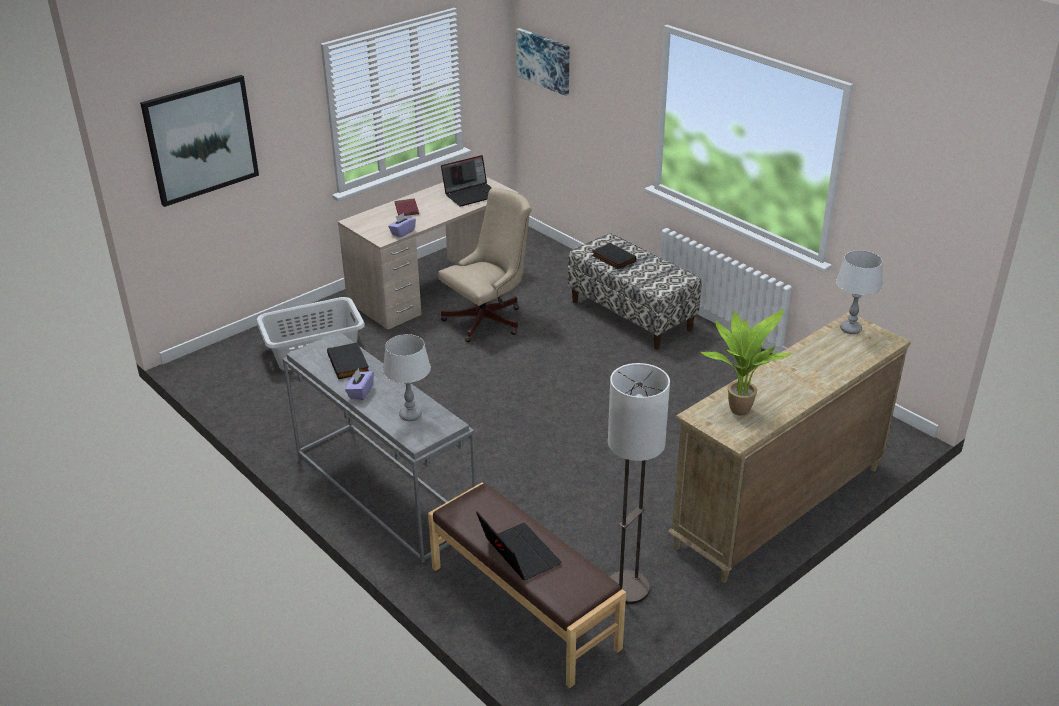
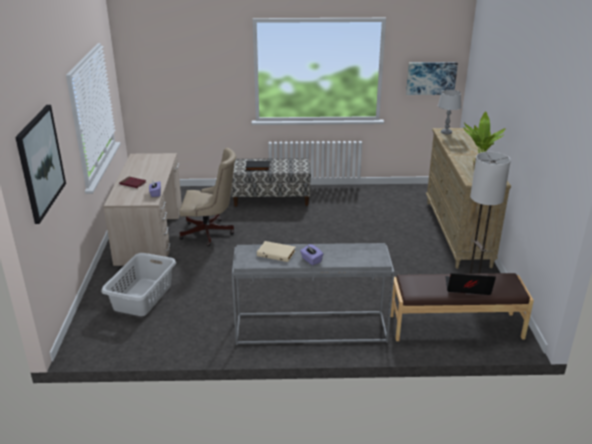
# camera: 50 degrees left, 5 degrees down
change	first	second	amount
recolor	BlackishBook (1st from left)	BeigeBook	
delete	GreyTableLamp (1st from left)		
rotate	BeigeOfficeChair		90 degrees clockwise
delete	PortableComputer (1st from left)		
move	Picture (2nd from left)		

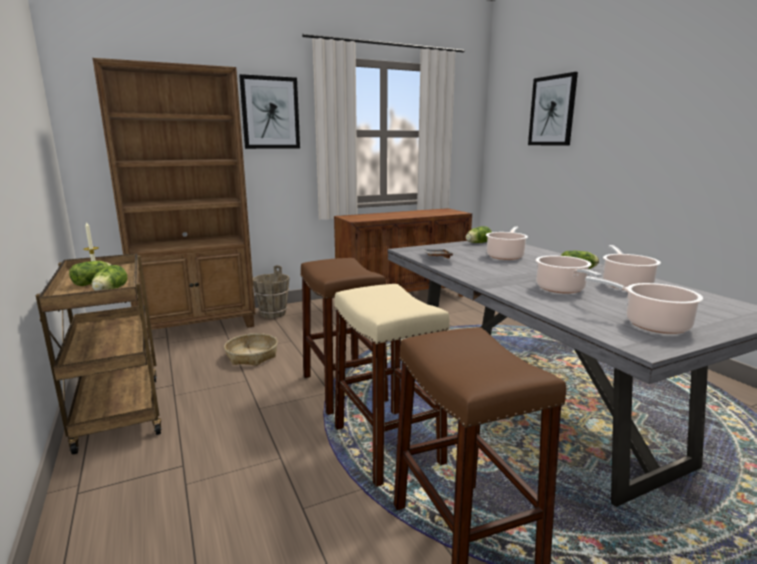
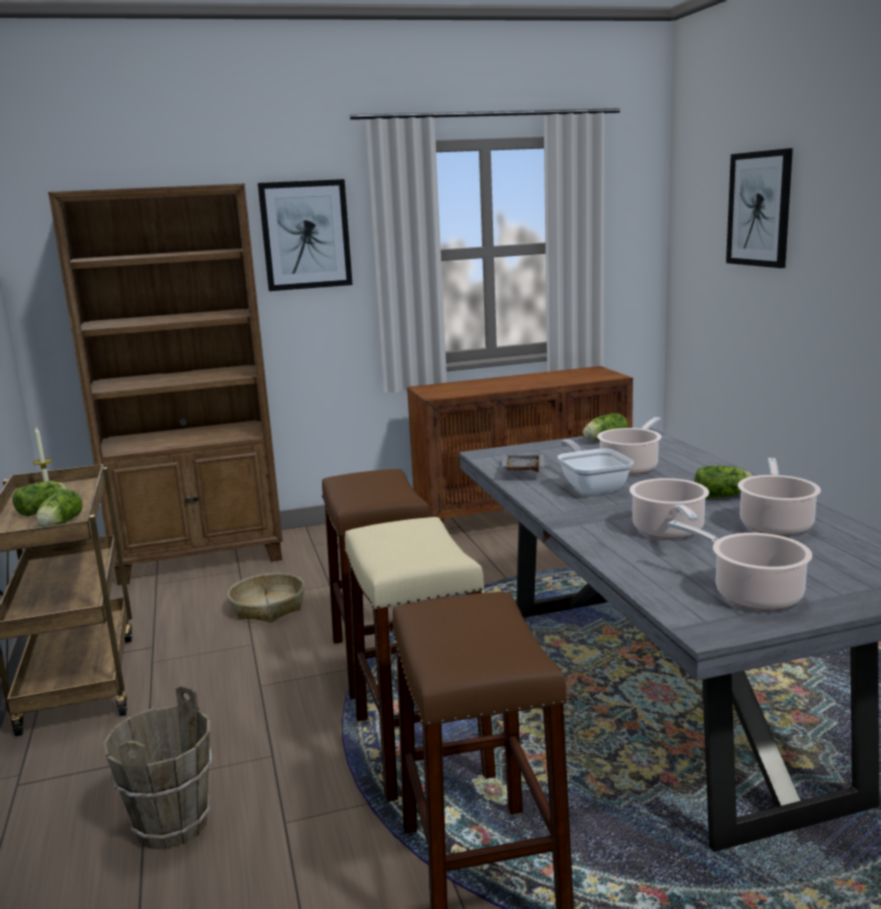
# camera: 10 degrees right, 0 degrees up
change	first	second	amount
move	BrownishPail		
insert		Pan	

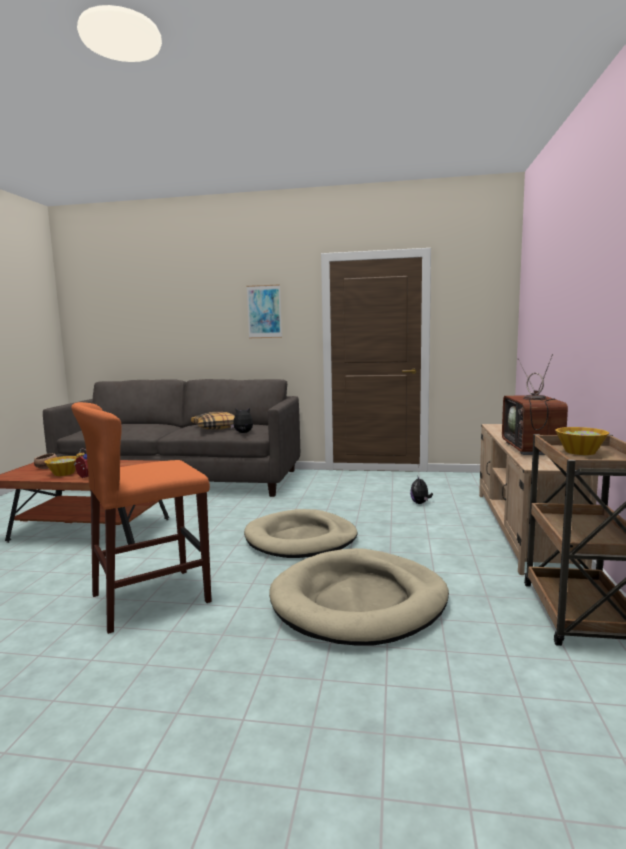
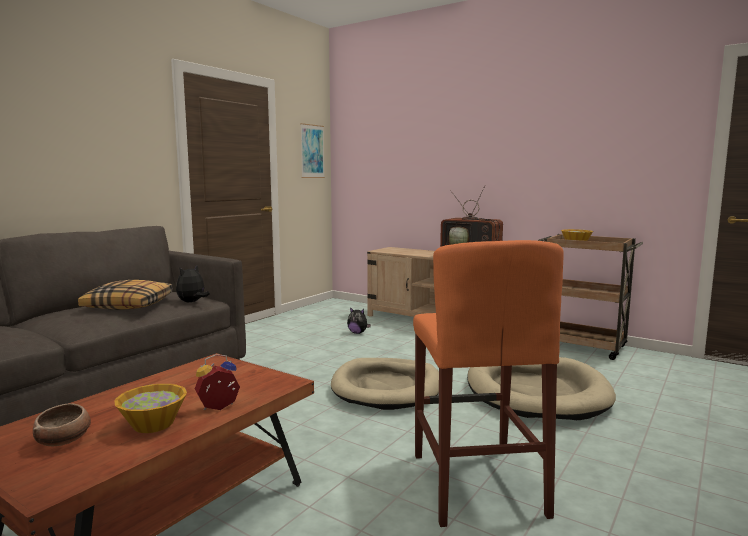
# camera: 65 degrees left, 0 degrees up
change	first	second	amount
move	Picture		

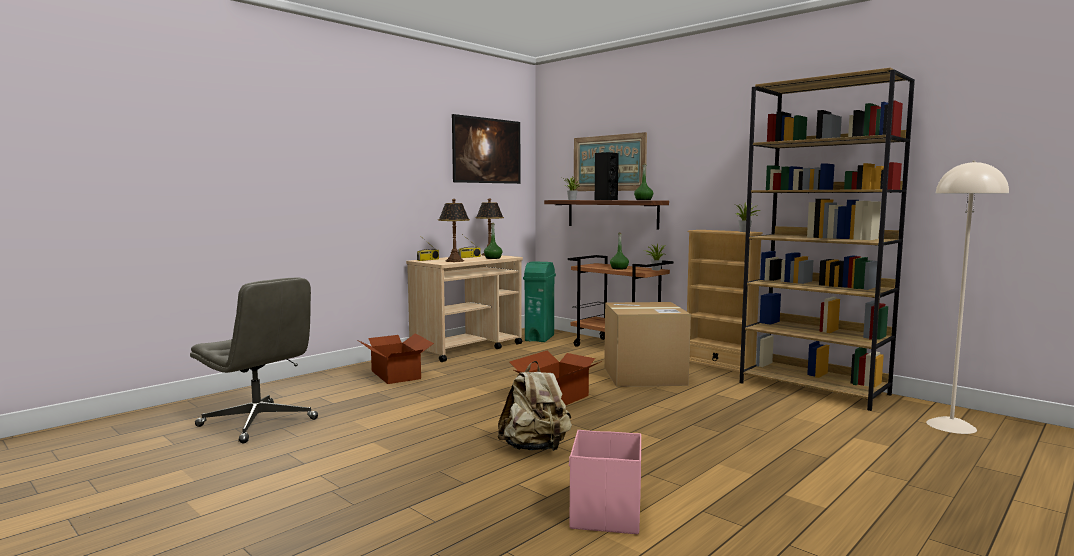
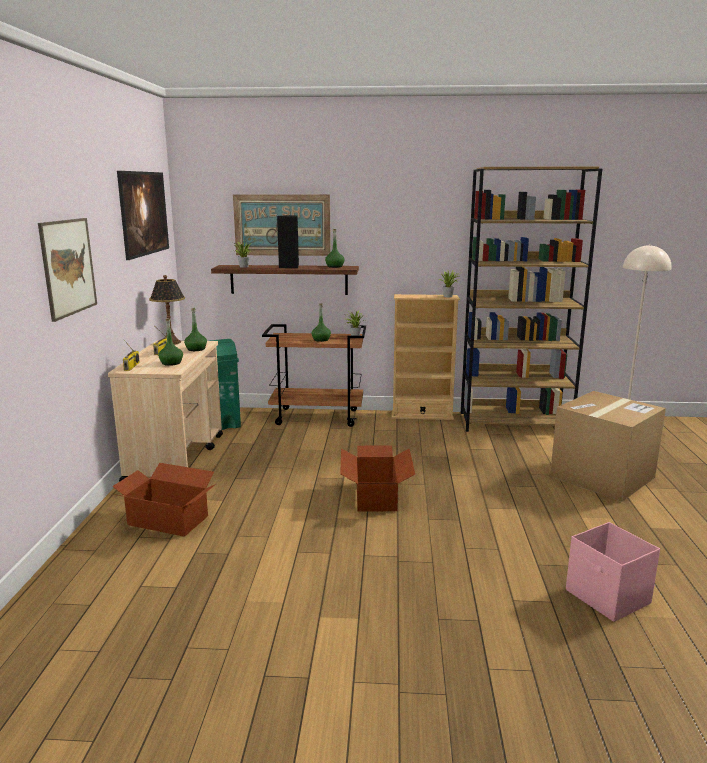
# camera: 40 degrees left, 10 degrees up
change	first	second	amount
delete	GreyOfficeChair		
replace	TableLamp (1st from left)	GreenColouredDrinkBottle (1st from left)	
delete	BeigeKnapsack		
move	PackingBox (3rd from left)		
insert		Picture (1st from left)	

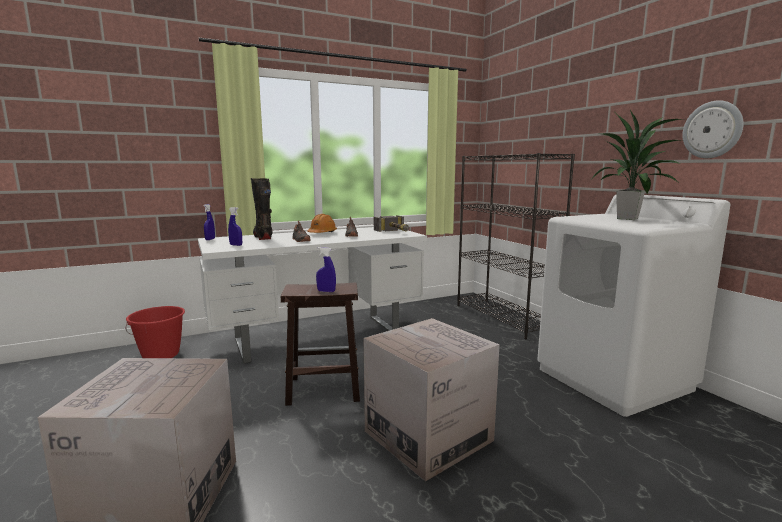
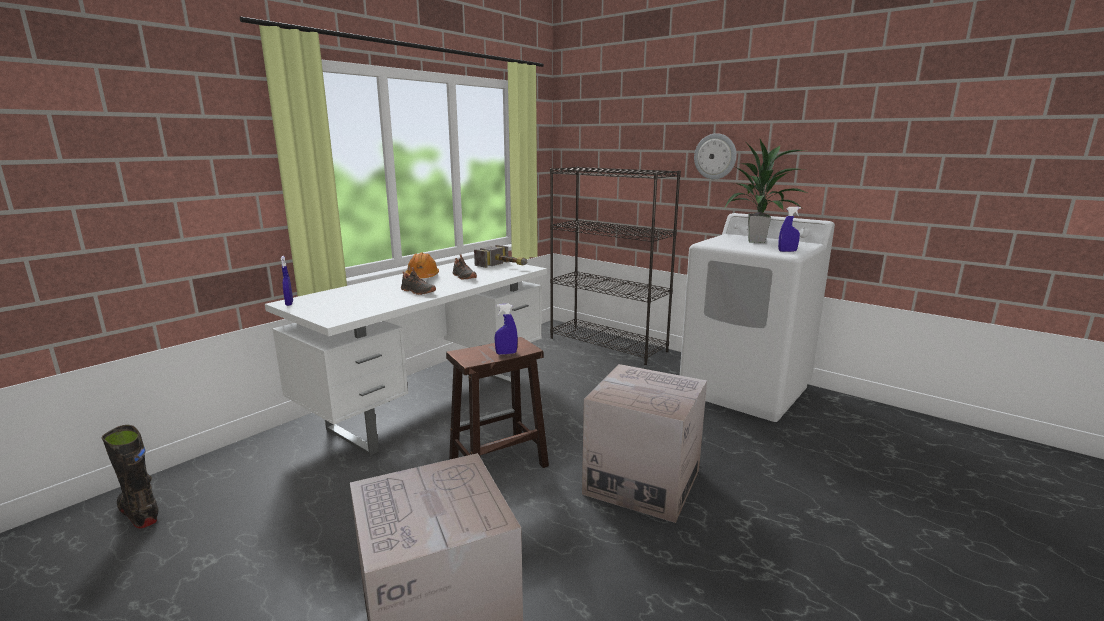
# camera: 25 degrees left, 5 degrees up
change	first	second	amount
delete	ReddishPail		
move	BlueColouredHandSprayer (2nd from left in the first image)	BlueColouredHandSprayer (3rd from left)	
move	BlackishBoot		
move	WallClock		

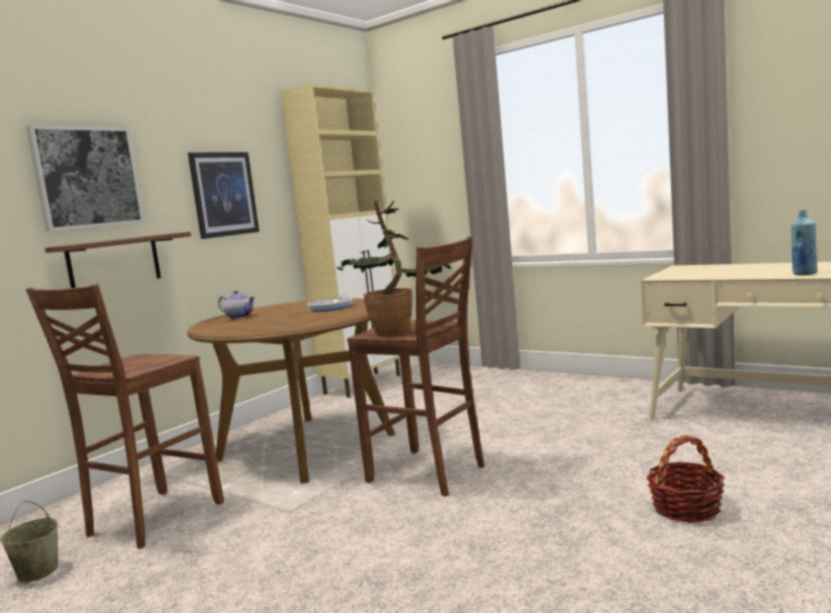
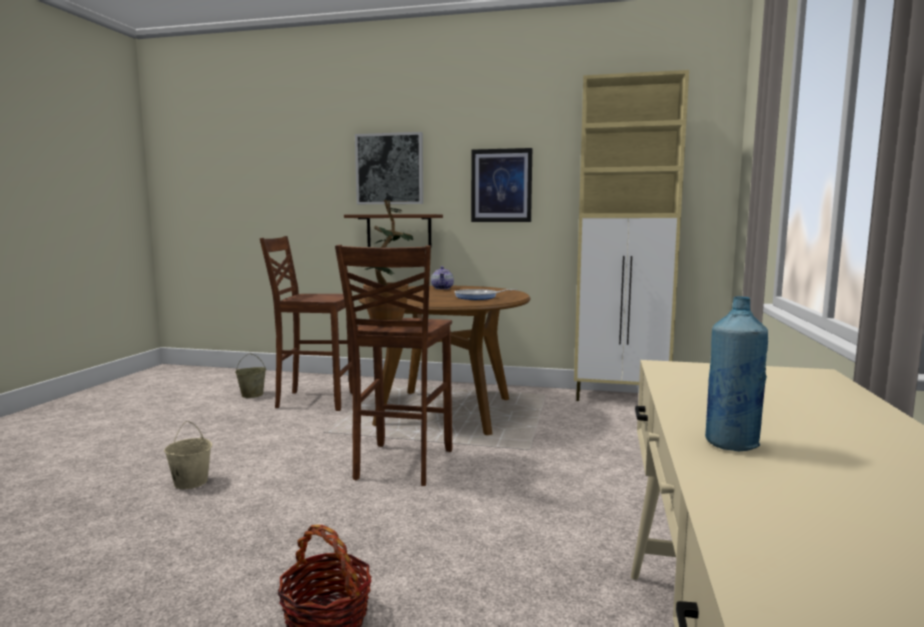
# camera: 65 degrees right, 0 degrees up
change	first	second	amount
insert		BeigePail (1st from left)	

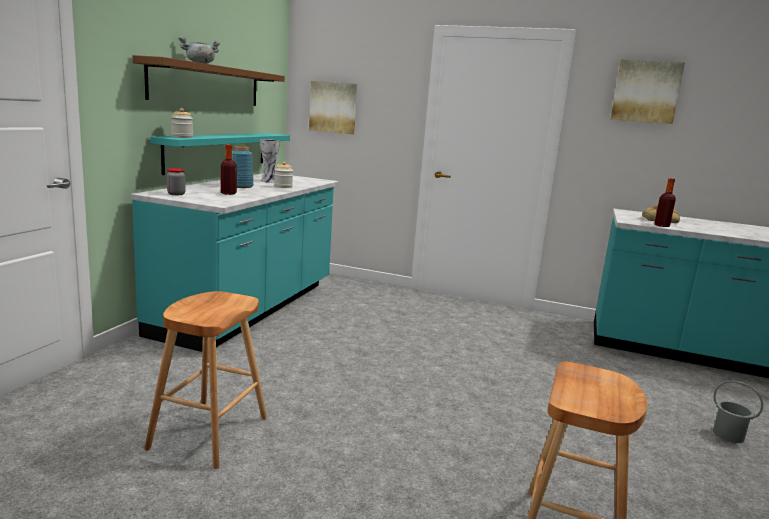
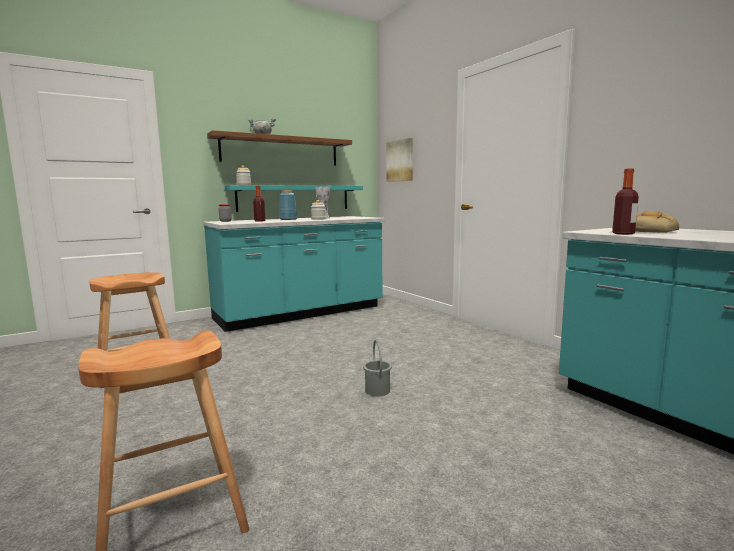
# camera: 40 degrees right, 5 degrees down
change	first	second	amount
delete	Picture (2nd from left)		
move	GreyPail		

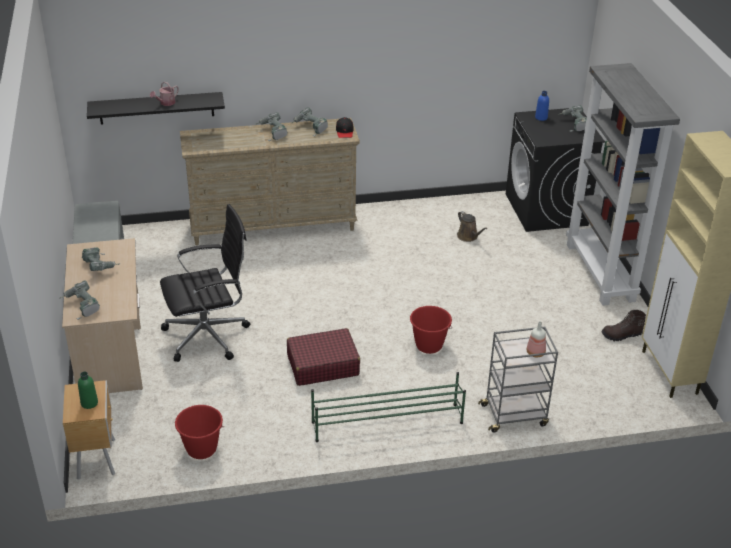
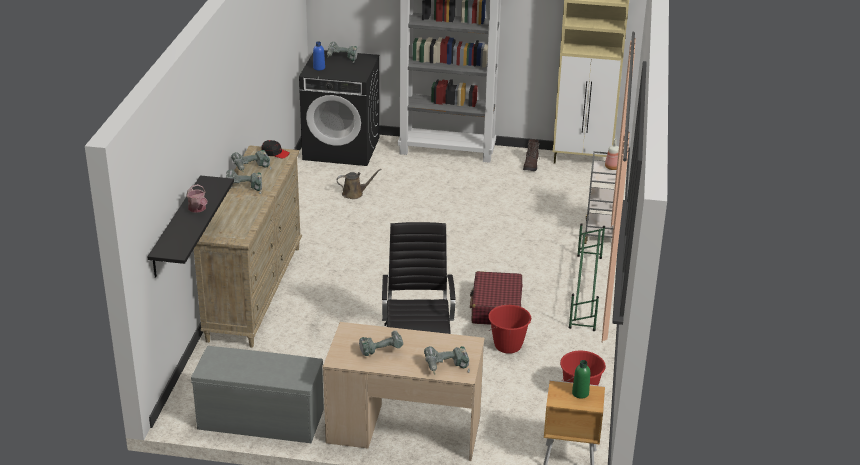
# camera: 70 degrees left, 5 degrees down
change	first	second	amount
move	ReddishPail (2nd from left in the first image)	ReddishPail (1st from left)	

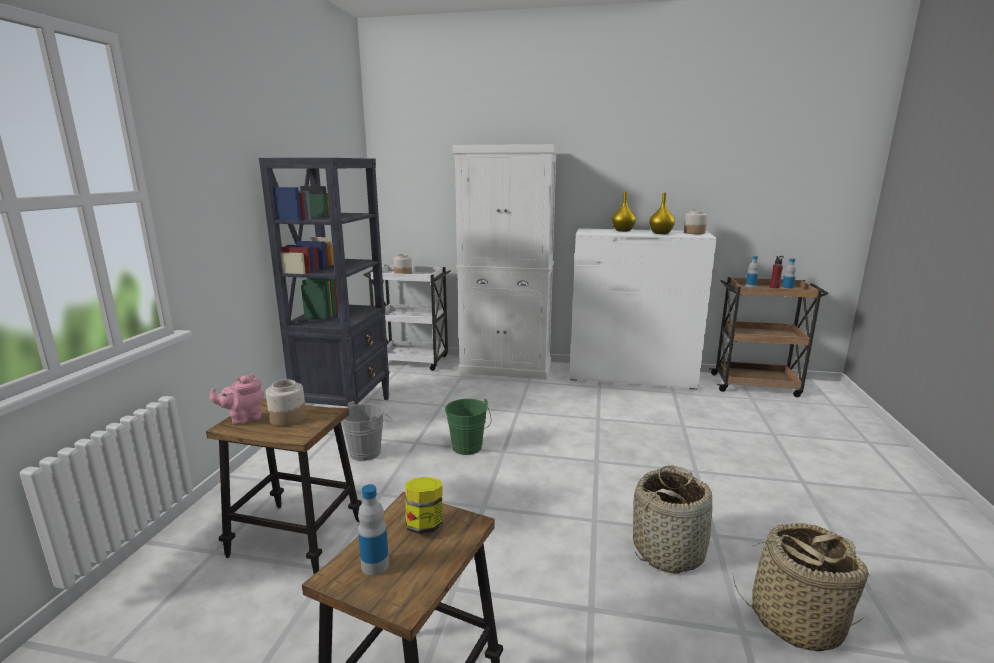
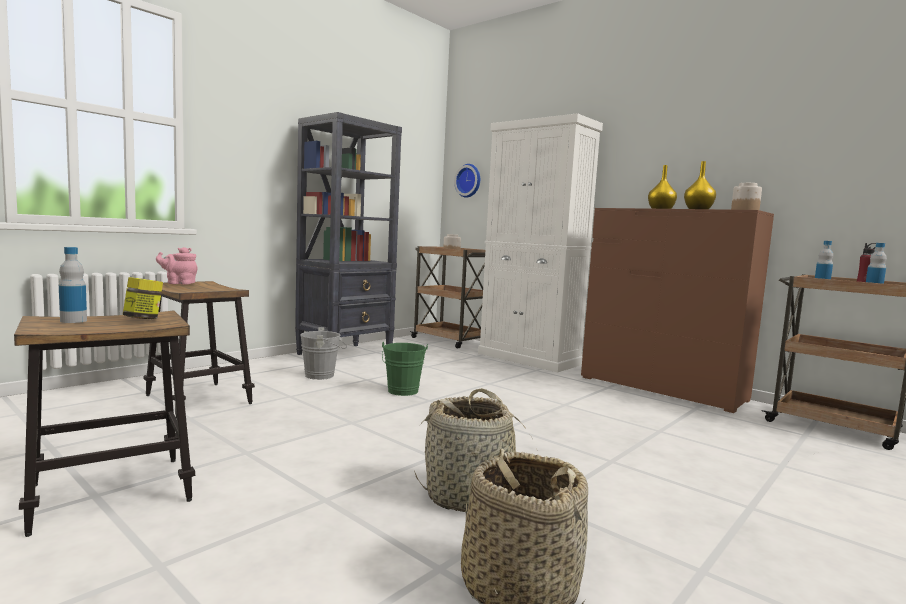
# camera: 30 degrees right, 10 degrees down
change	first	second	amount
delete	Jar (1st from left)		
recolor	WhitishTrolley	BrownishTrolley (1st from left)	
recolor	WhitishChestOfDrawers	BrownishChestOfDrawers	
insert		WallClock	

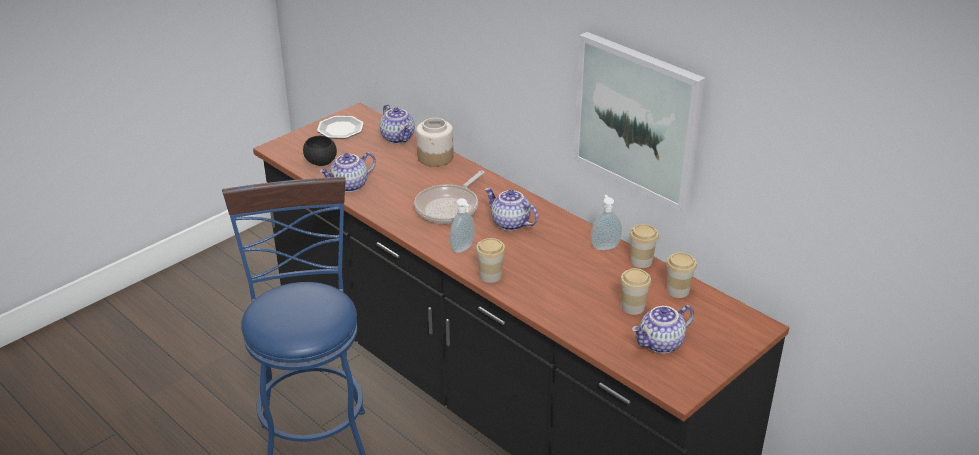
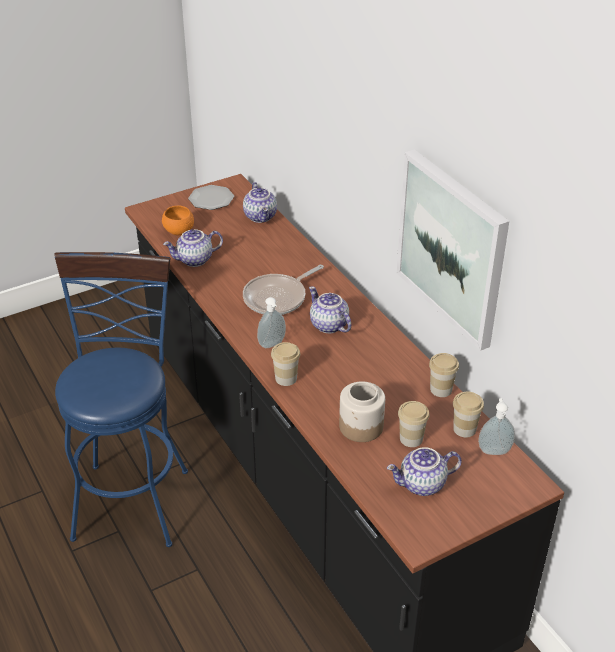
# camera: 15 degrees right, 5 degrees up
change	first	second	amount
recolor	BlackishDeepDish	OrangeColouredDeepDish	
move	Jar		
move	SoapDispenser (2nd from left)		

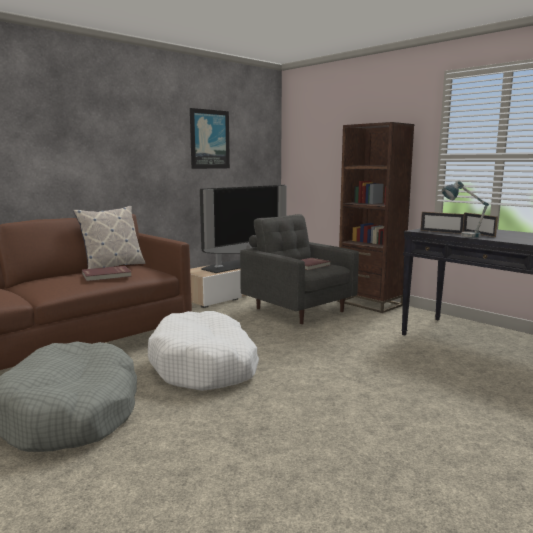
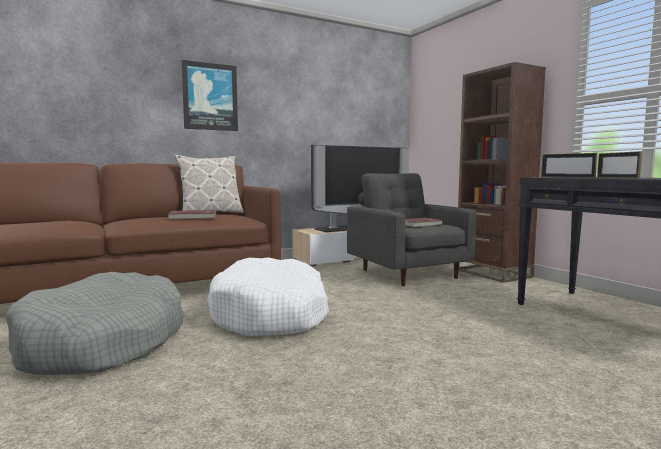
# camera: 15 degrees right, 5 degrees down
change	first	second	amount
move	Picture		
delete	TableLamp		

